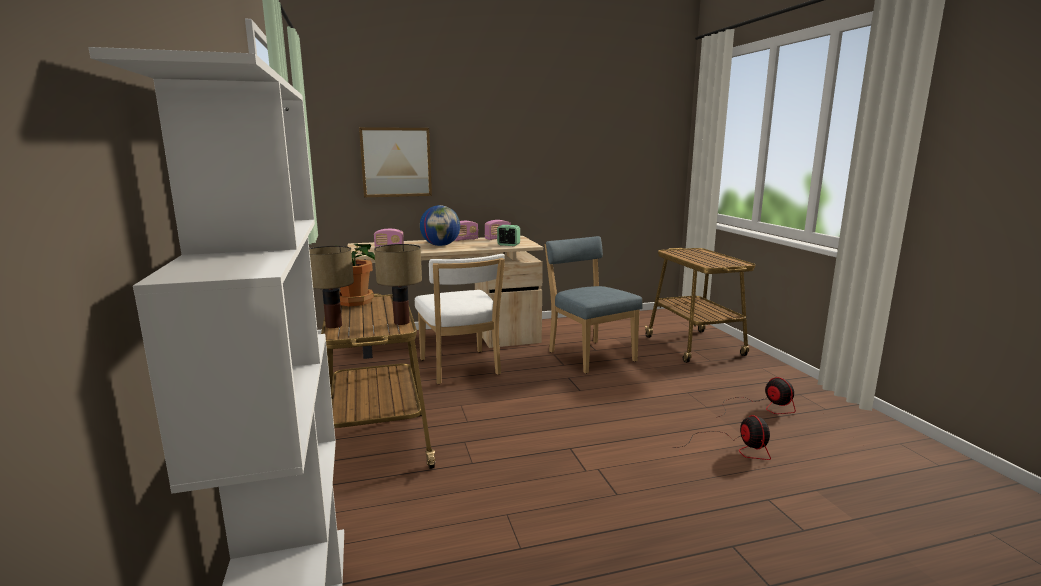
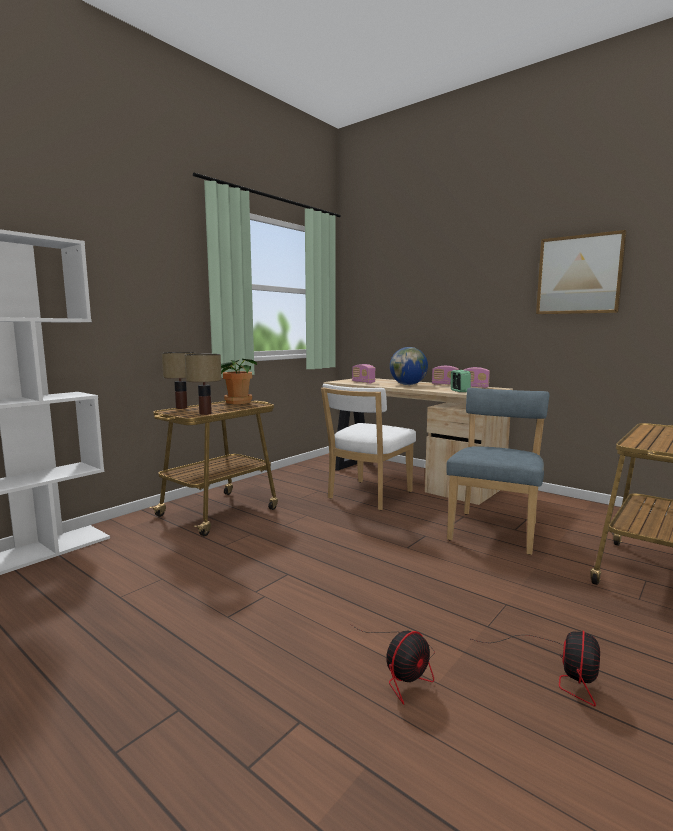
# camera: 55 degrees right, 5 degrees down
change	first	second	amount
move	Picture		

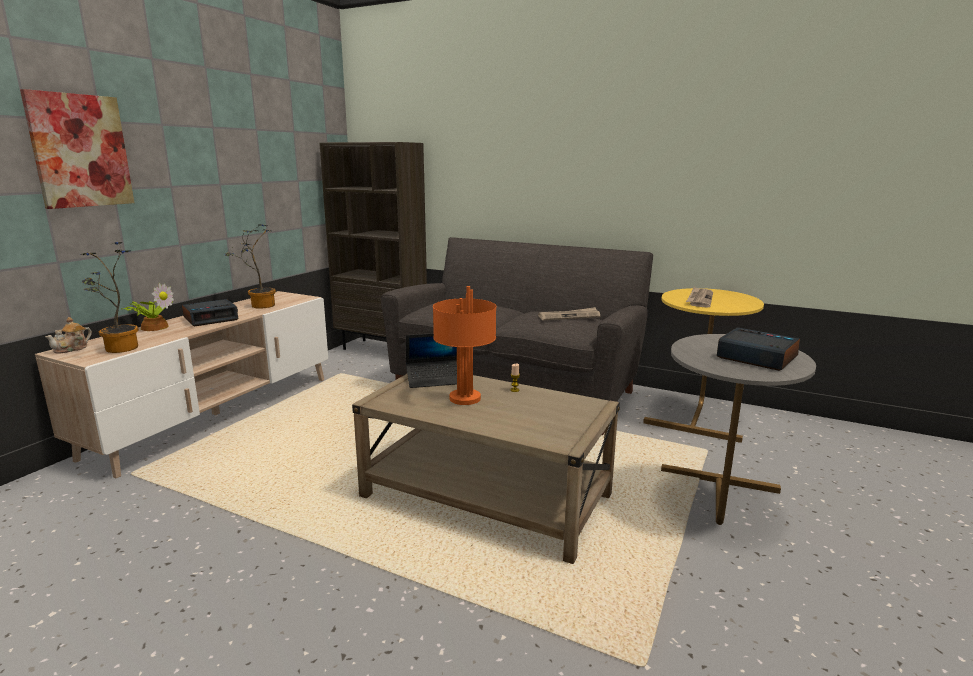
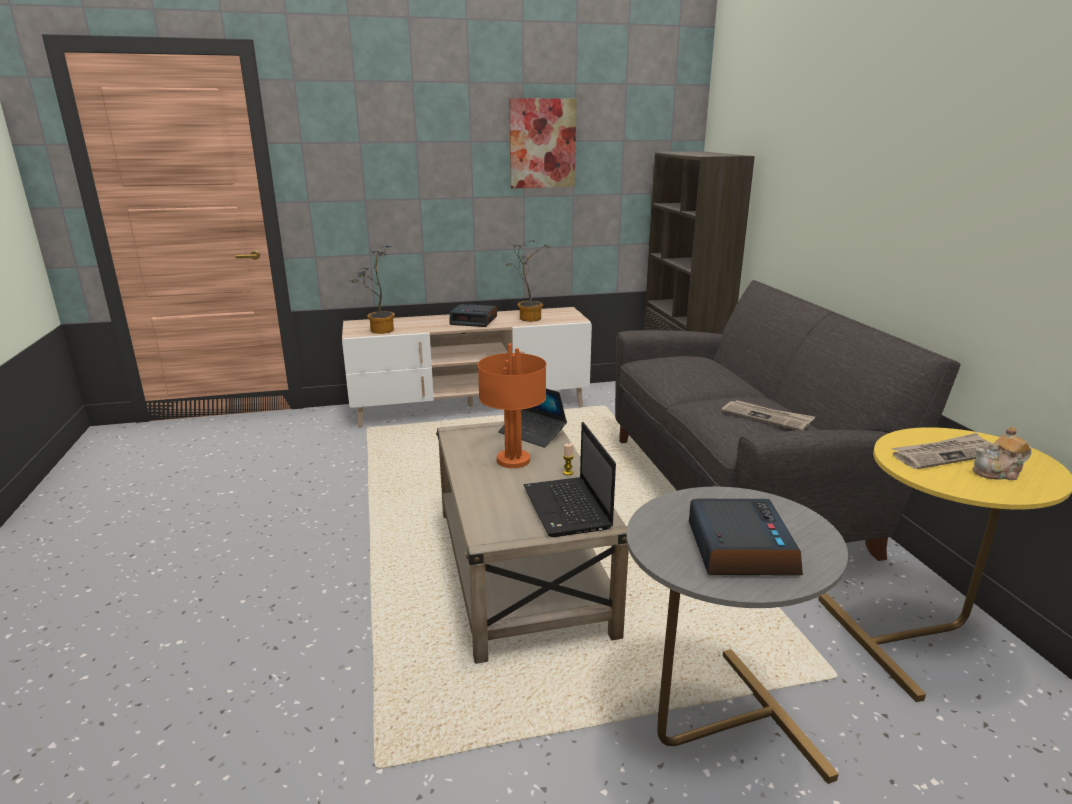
# camera: 50 degrees right, 5 degrees up
change	first	second	amount
move	Picture		
move	TeaPot		
delete	PottedPlant (2nd from left)		
insert		PortableComputer (2nd from left)	

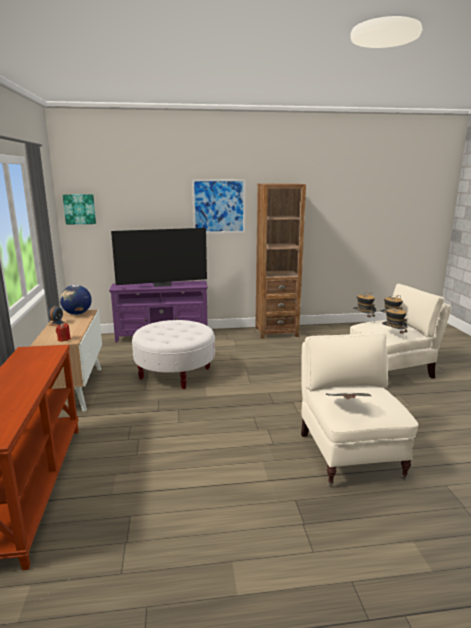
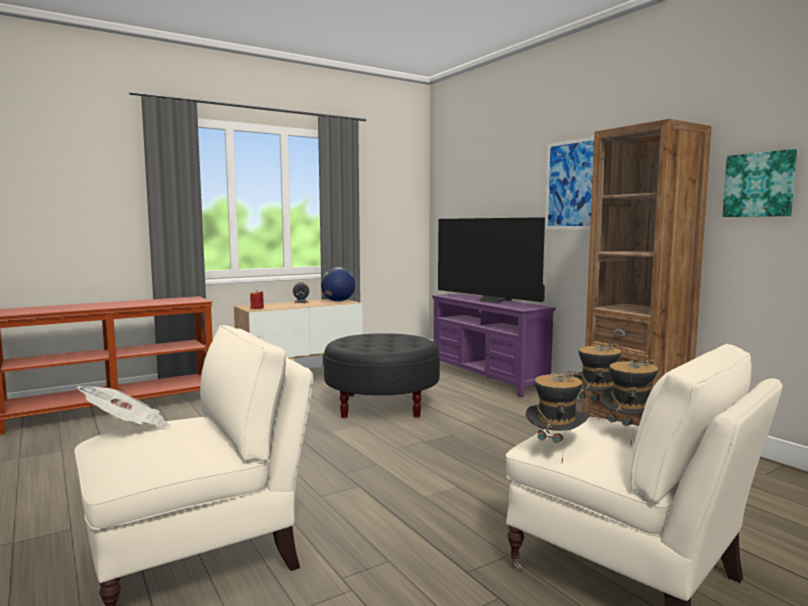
# camera: 65 degrees right, 10 degrees down
change	first	second	amount
move	Picture (1st from left in the first image)	Picture (2nd from left)	
recolor	WhitishOttoman	BlackishOttoman	

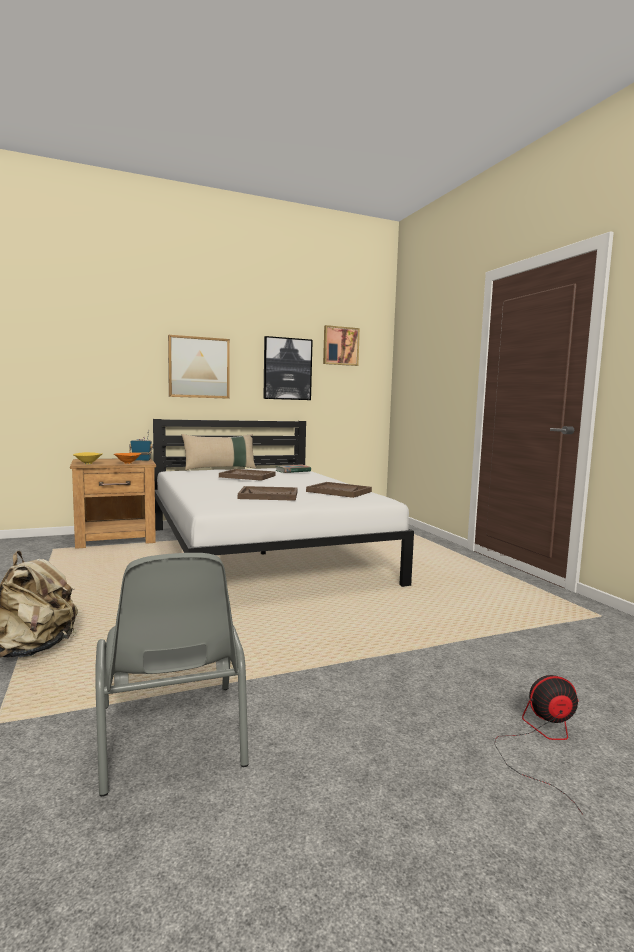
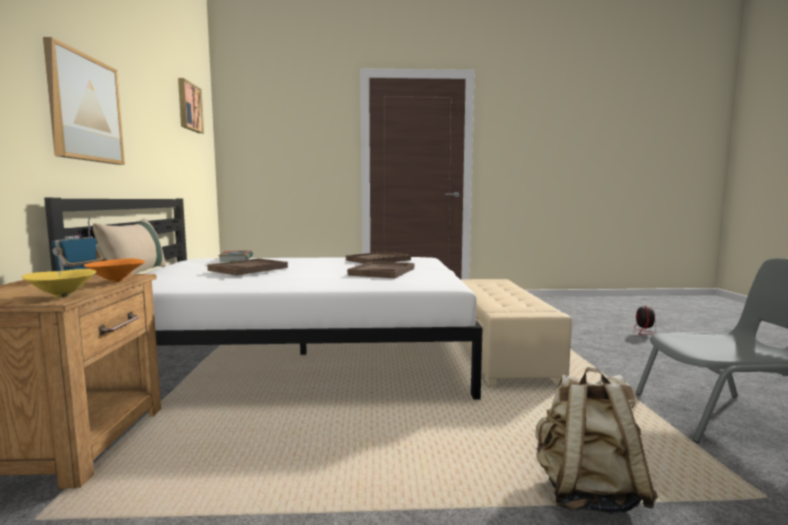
# camera: 70 degrees left, 0 degrees up
change	first	second	amount
delete	Picture (2nd from left)		
insert		BeigeOttoman	

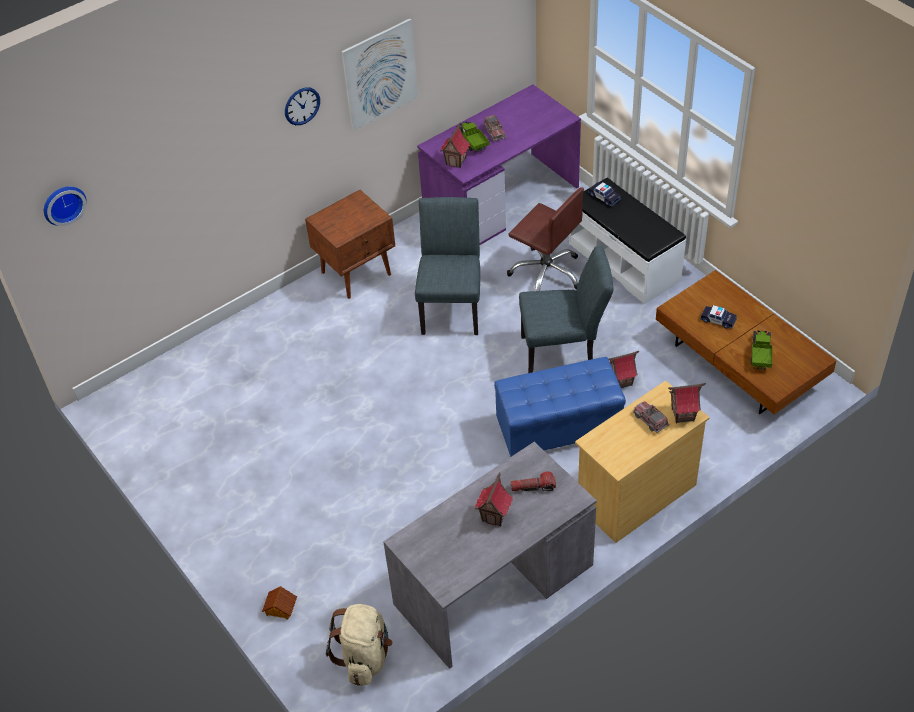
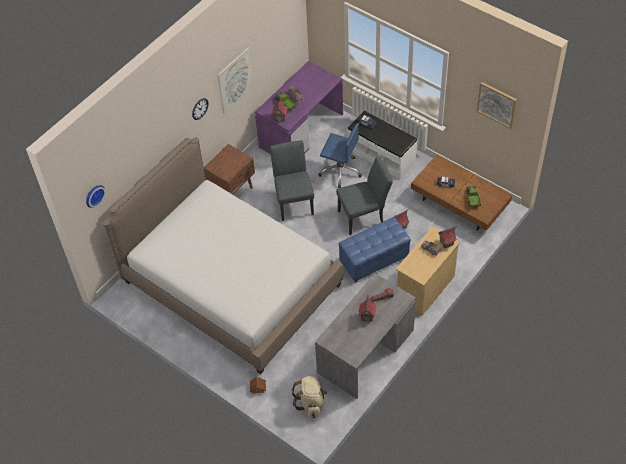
# camera: 15 degrees left, 5 degrees up
change	first	second	amount
recolor	BrownishOfficeChair	BlueColouredOfficeChair	
insert		Bed	
insert		Picture (2nd from left)	

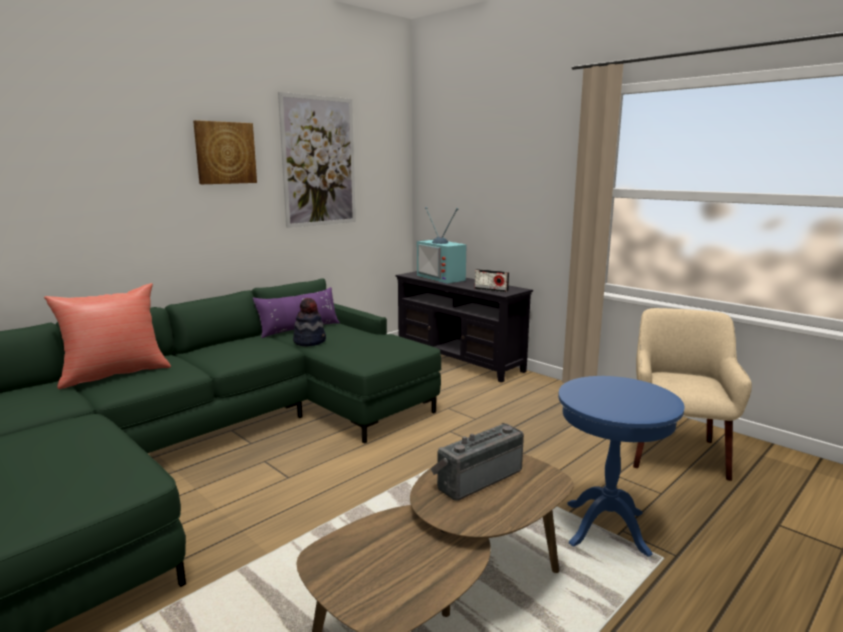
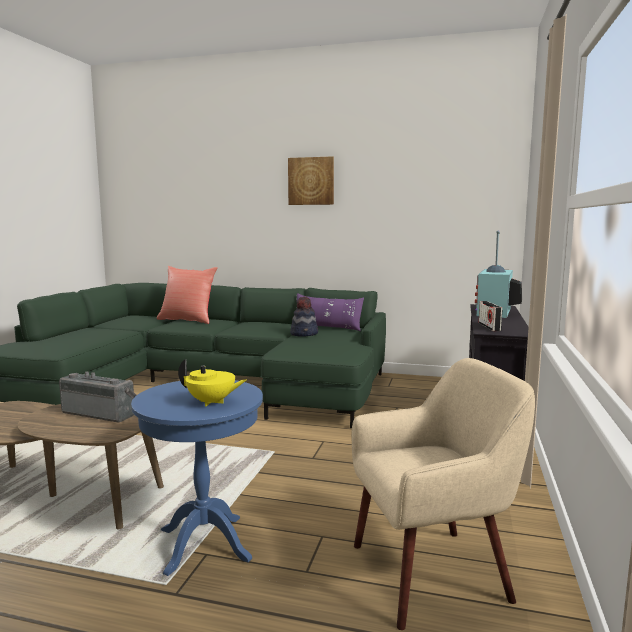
# camera: 60 degrees right, 5 degrees down
change	first	second	amount
delete	Picture (2nd from left)		
insert		YellowishTeaPot	

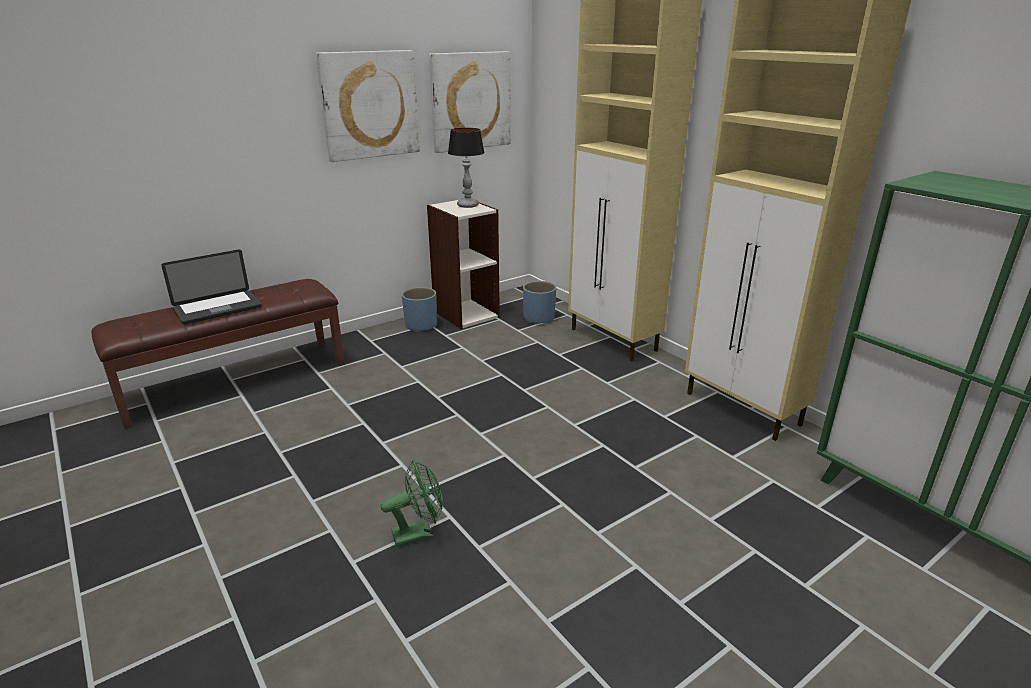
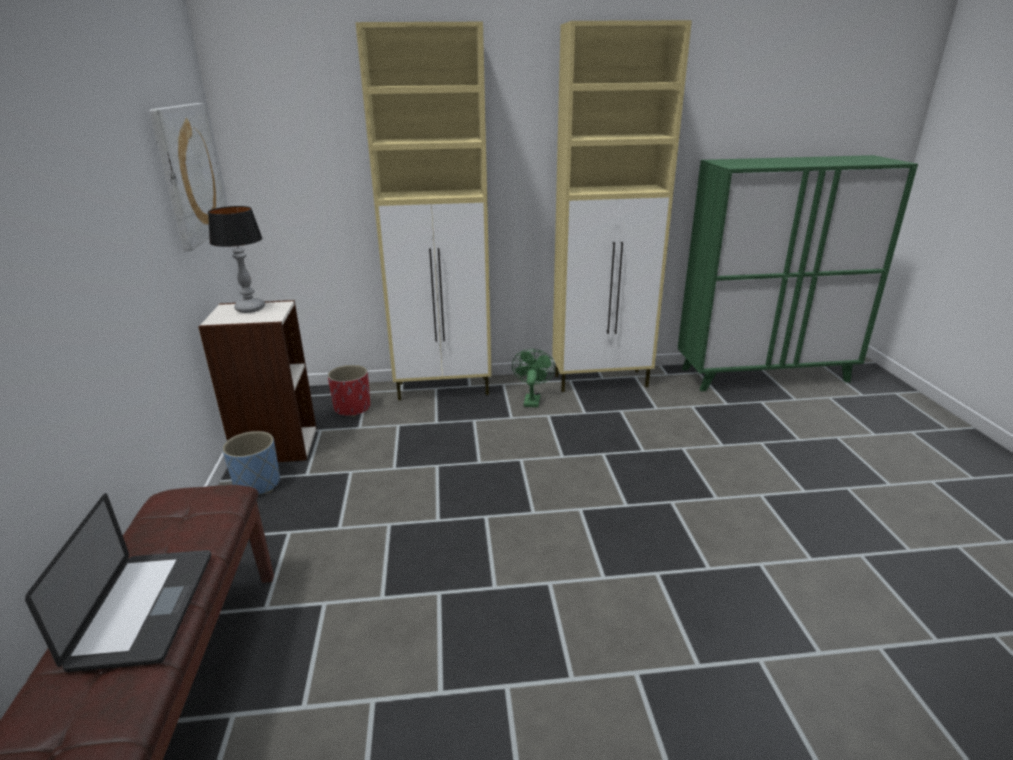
# camera: 60 degrees left, 0 degrees up
change	first	second	amount
delete	Picture (1st from left)		
move	GreenColouredCoolingFan		
recolor	BlueColouredFlowerPot (2nd from left)	ReddishFlowerPot	

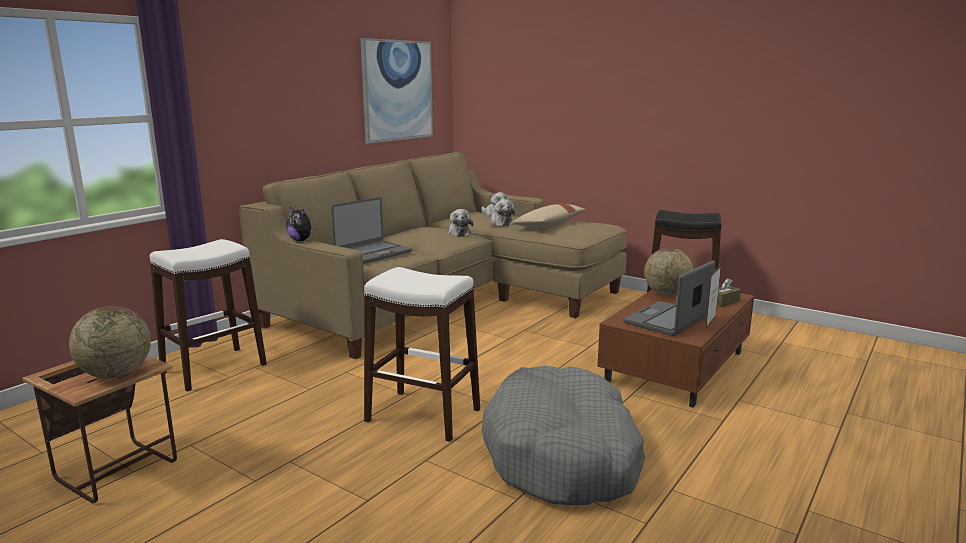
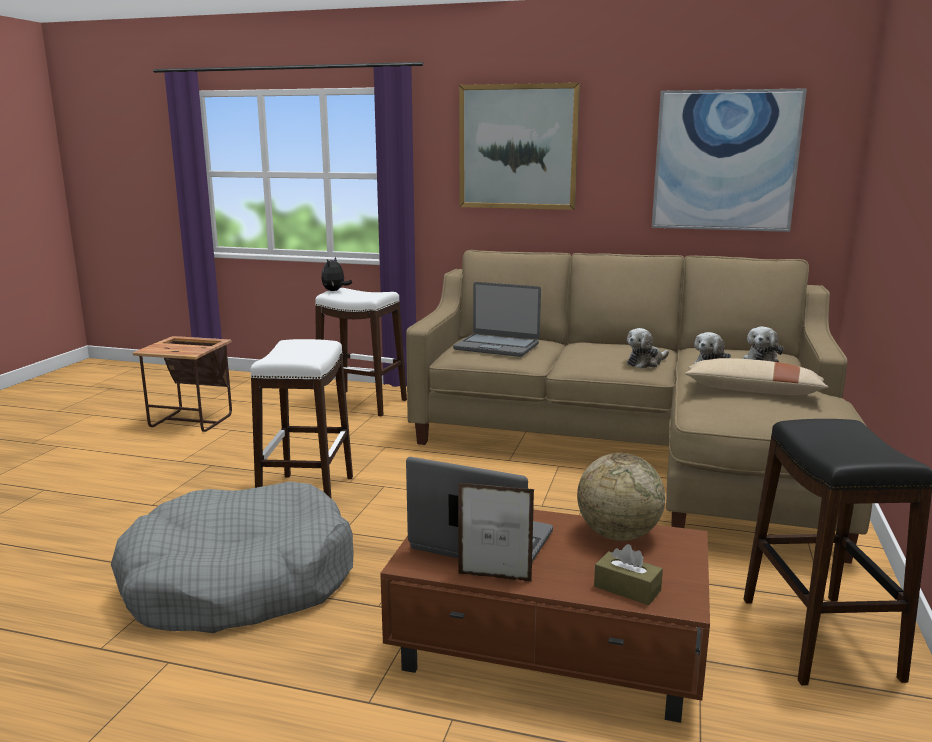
# camera: 70 degrees right, 0 degrees up
change	first	second	amount
delete	WorldGlobe (1st from left)		
move	PlushToy (1st from left)		
insert		Picture (1st from left)	

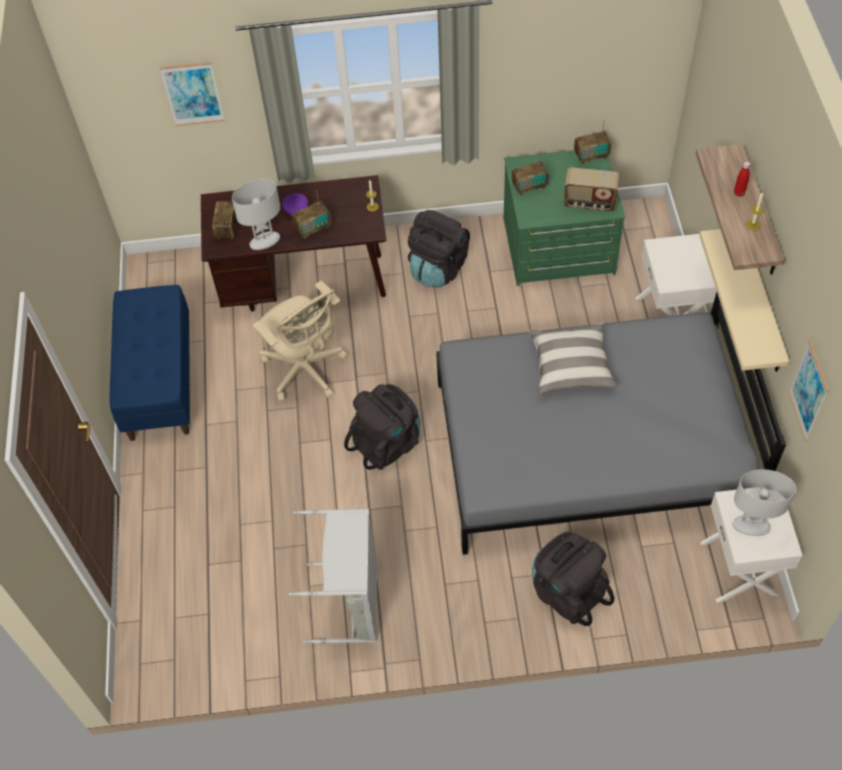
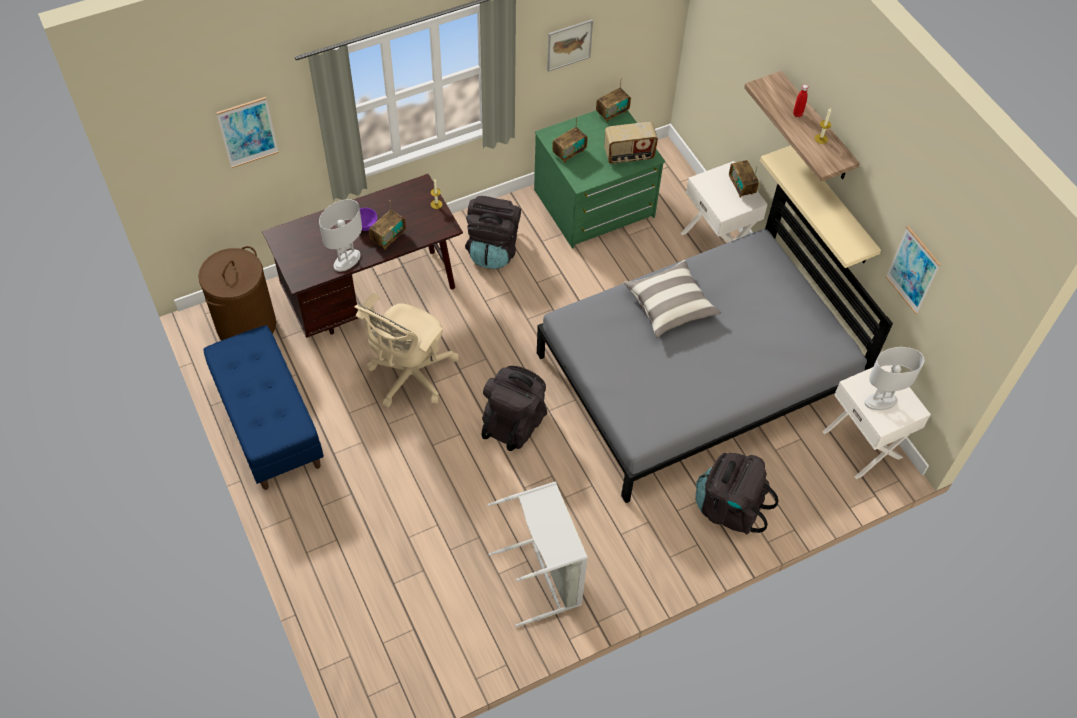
# camera: 25 degrees left, 0 degrees up
change	first	second	amount
move	RadioReceiver (1st from left in the first image)	RadioReceiver (5th from left)	
rotate	BeigeOfficeChair		90 degrees clockwise
insert		BrownishLaundryBasket	
insert		Picture (2nd from left)	

